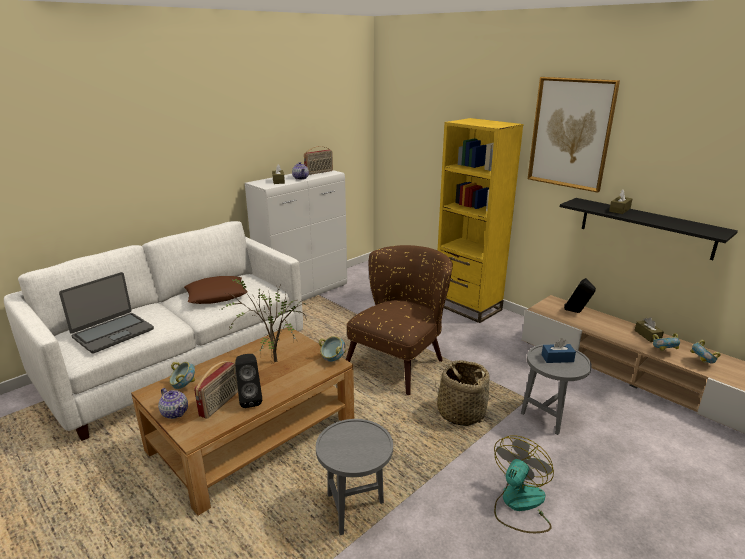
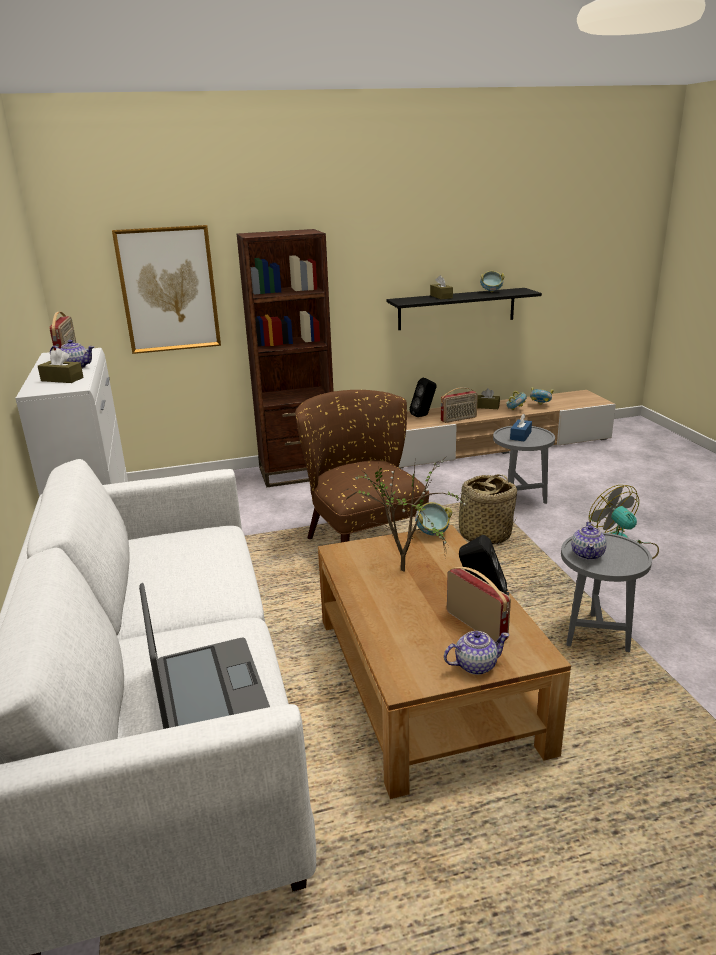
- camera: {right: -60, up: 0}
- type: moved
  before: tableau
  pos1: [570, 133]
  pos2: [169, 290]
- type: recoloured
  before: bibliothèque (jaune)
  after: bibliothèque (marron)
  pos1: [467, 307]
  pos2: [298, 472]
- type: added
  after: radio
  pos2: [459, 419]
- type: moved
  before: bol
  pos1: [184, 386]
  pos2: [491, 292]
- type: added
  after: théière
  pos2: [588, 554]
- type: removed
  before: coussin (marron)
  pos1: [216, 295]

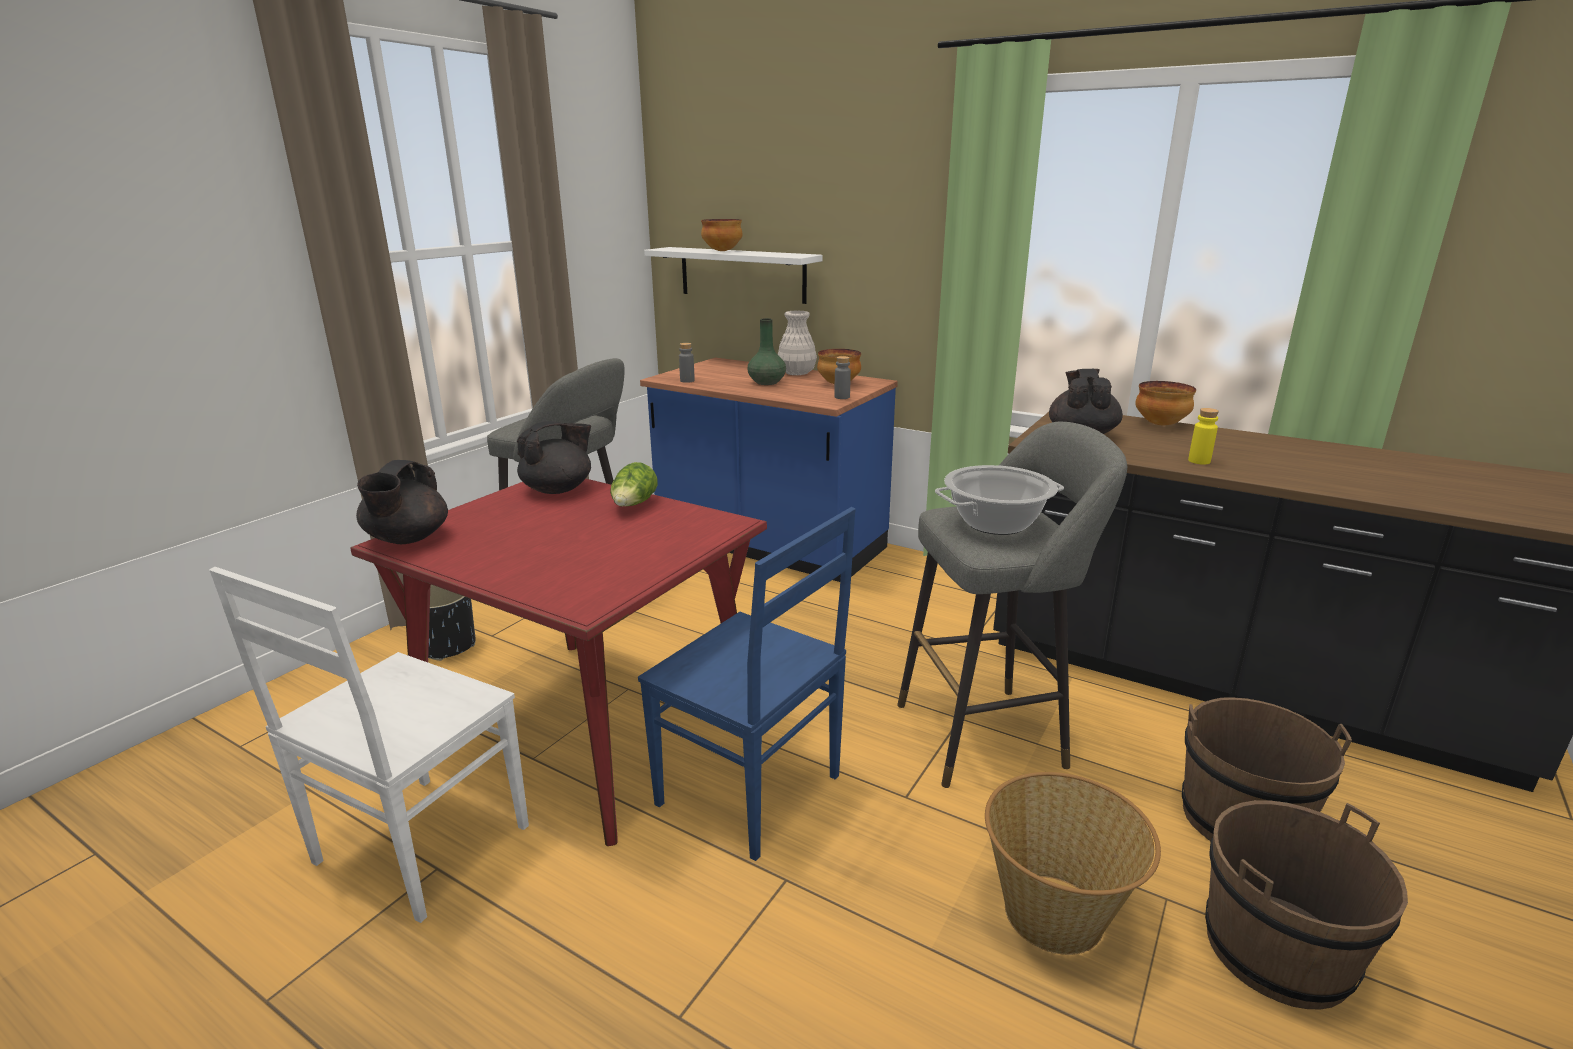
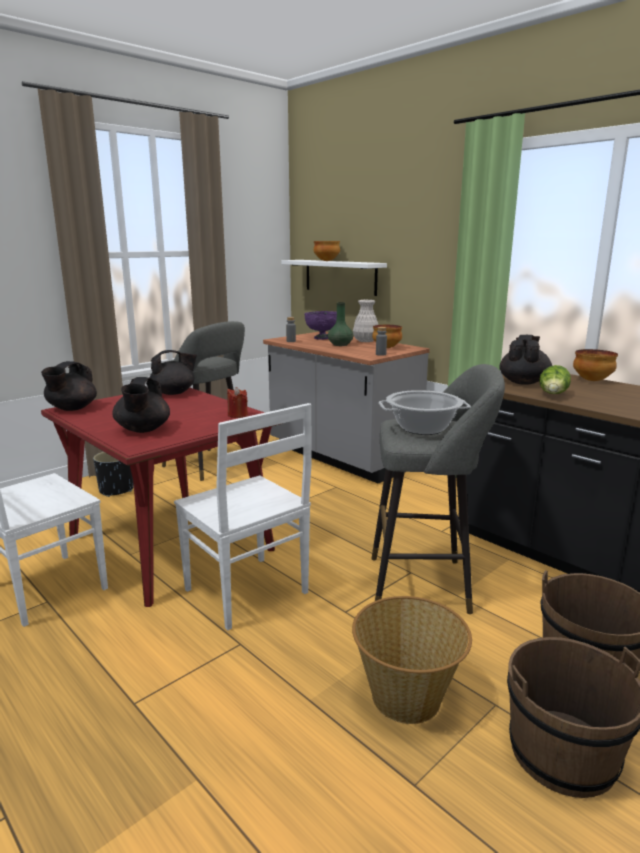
- camera: {right: 15, up: -5}
- type: added
  after: théière (noir)
  pos2: [143, 430]
- type: recoloured
  before: chaise (bleu)
  after: chaise (blanc)
  pos1: [753, 792]
  pos2: [248, 593]
- type: added
  after: bougie (rouge)
  pos2: [237, 415]
- type: recoloured
  before: comptoir de cuisine (bleu)
  after: comptoir de cuisine (gris)
  pos1: [770, 545]
  pos2: [341, 457]
- type: added
  after: bol (violet)
  pos2: [322, 338]
- type: moved
  before: laitue
  pos1: [634, 505]
  pos2: [553, 395]
- type: removed
  before: bouteille (jaune)
  pos1: [1199, 461]

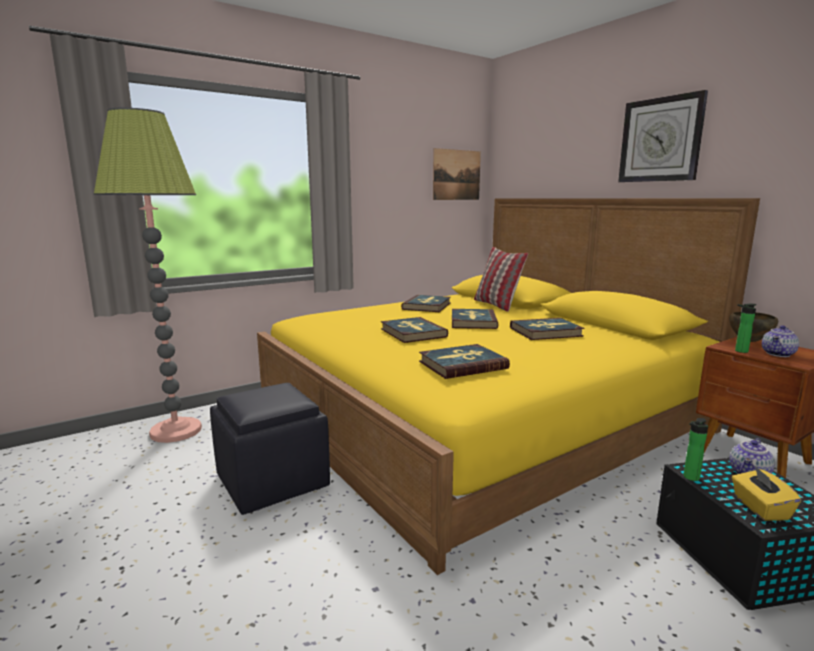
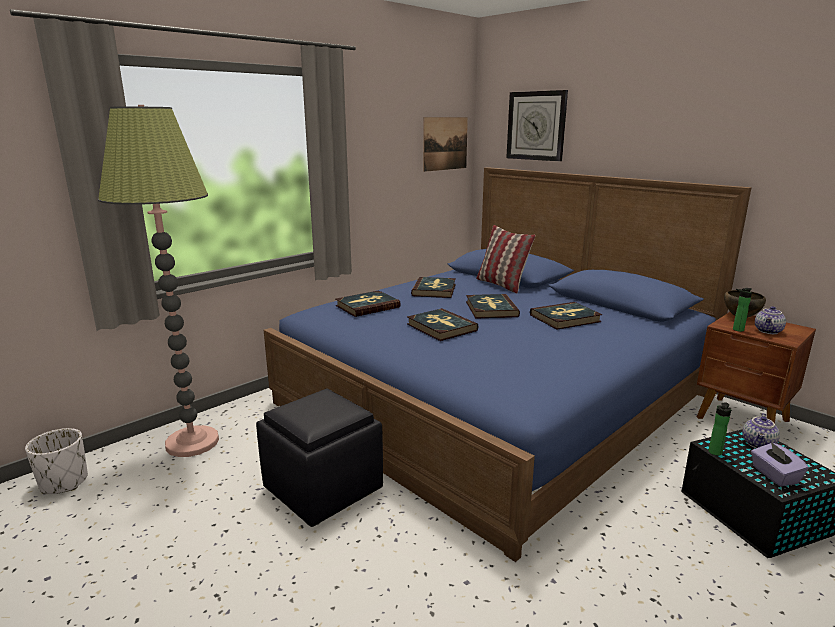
- camera: {right: -10, up: 5}
- type: added
  after: cache-pot (blanc)
  pos2: [64, 482]
- type: recoloured
  before: lit (jaune)
  after: lit (bleu)
  pos1: [478, 416]
  pos2: [494, 398]
- type: moved
  before: livre
  pos1: [462, 365]
  pos2: [367, 306]
- type: moved
  before: horloge murale
  pos1: [660, 140]
  pos2: [536, 126]
- type: recoloured
  before: boîte à mouchoirs (jaune)
  after: boîte à mouchoirs (violet)
  pos1: [760, 508]
  pos2: [774, 475]

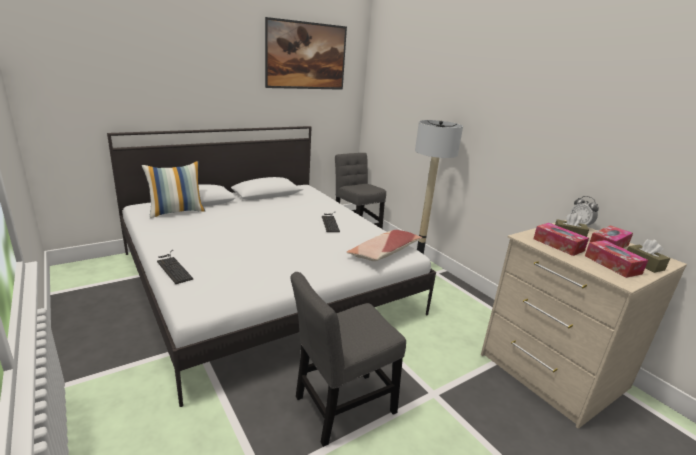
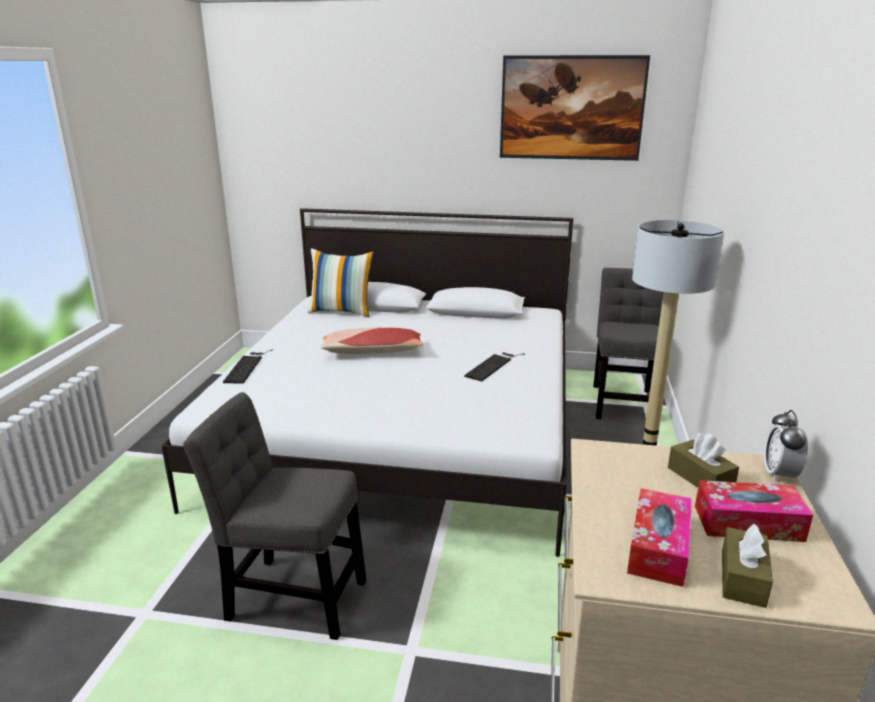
- camera: {right: 45, up: 0}
- type: moved
  before: coussin
  pos1: [384, 253]
  pos2: [372, 352]
- type: removed
  before: boîte à mouchoirs
  pos1: [558, 245]

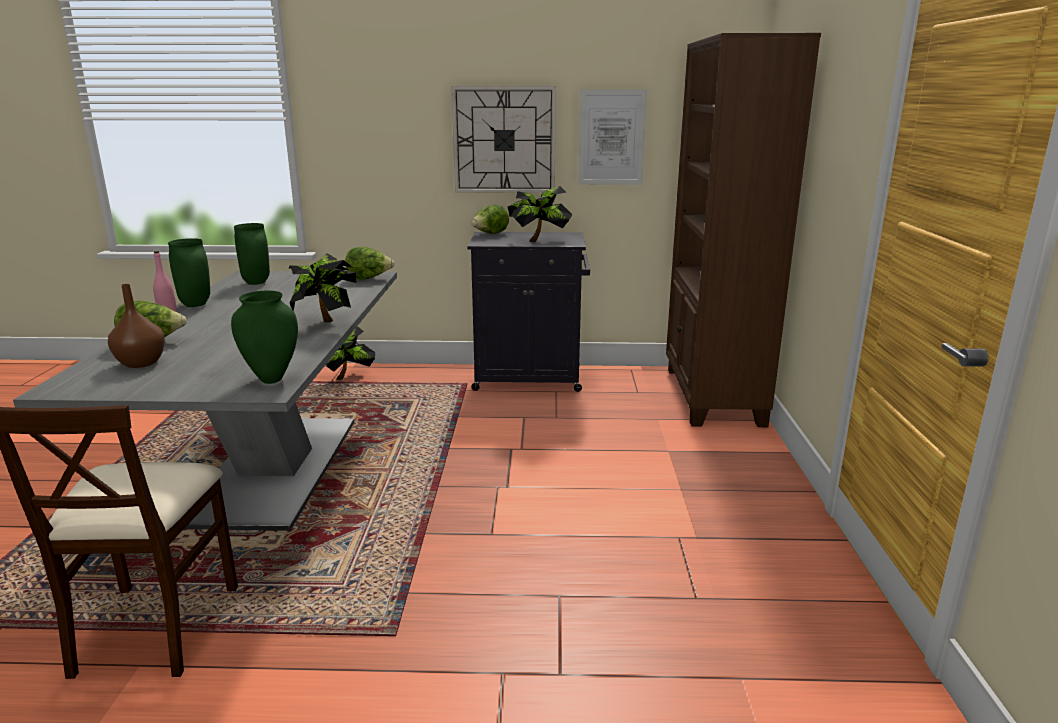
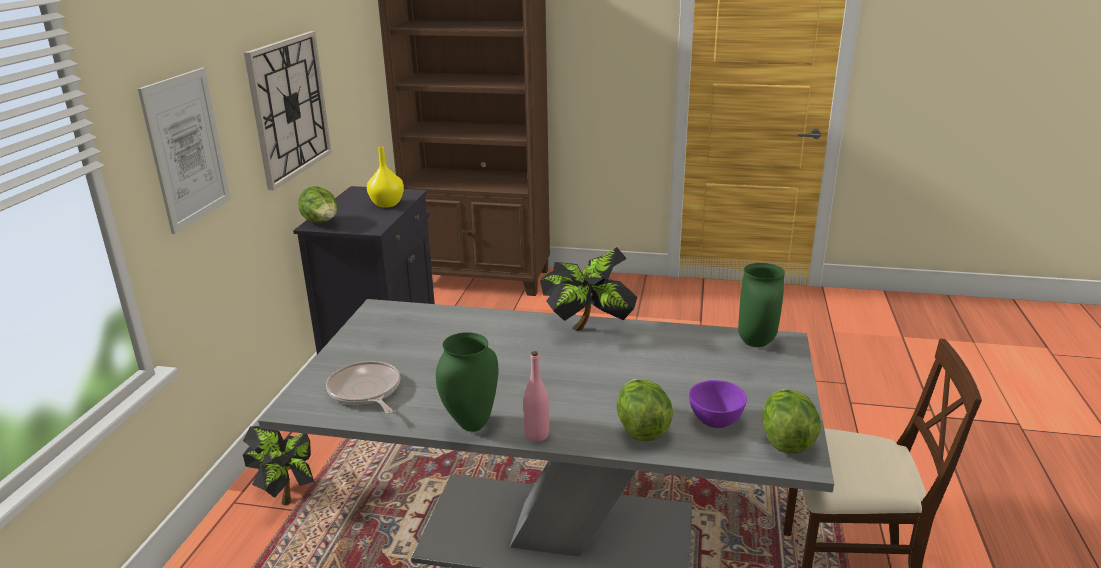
- camera: {right: -80, up: 5}
- type: moved
  before: tableau
  pos1: [611, 138]
  pos2: [187, 149]
- type: replaced
  before: vase (vert)
  after: poêle
  pos1: [255, 283]
  pos2: [365, 391]
- type: replaced
  before: plante en pot
  after: vase (jaune)
  pos1: [540, 241]
  pos2: [387, 204]
- type: replaced
  before: vase (marron)
  after: bol (violet)
  pos1: [142, 363]
  pos2: [715, 420]
- type: moved
  before: laitue
  pos1: [369, 279]
  pos2: [786, 440]

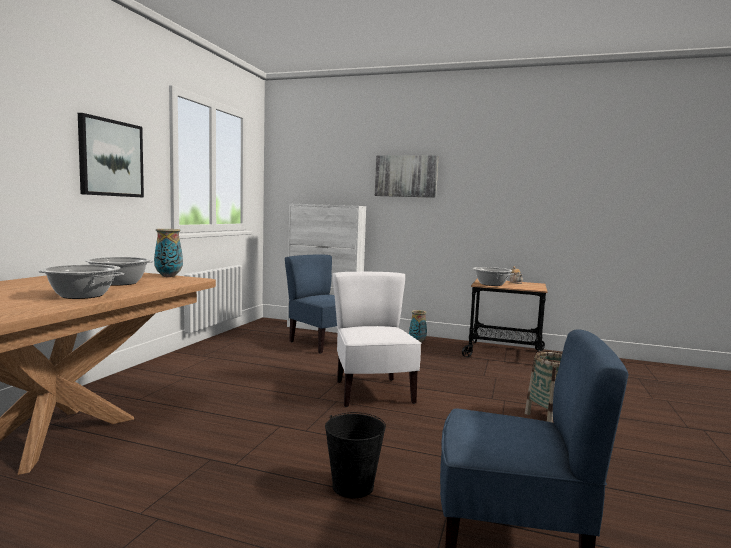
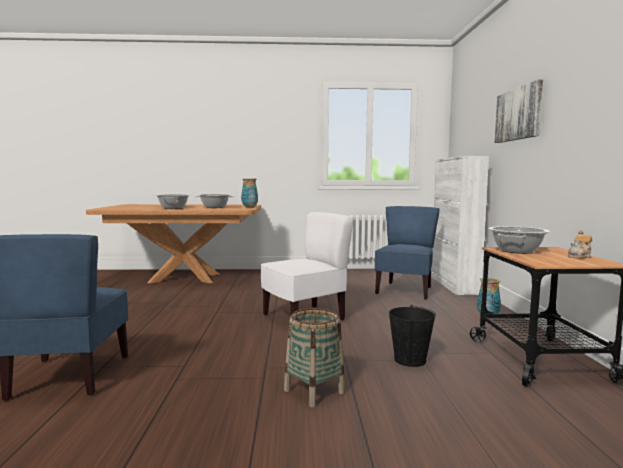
- camera: {right: 70, up: 0}
- type: moved
  before: seau (noir)
  pos1: [353, 486]
  pos2: [409, 360]
- type: removed
  before: tableau
  pos1: [111, 158]

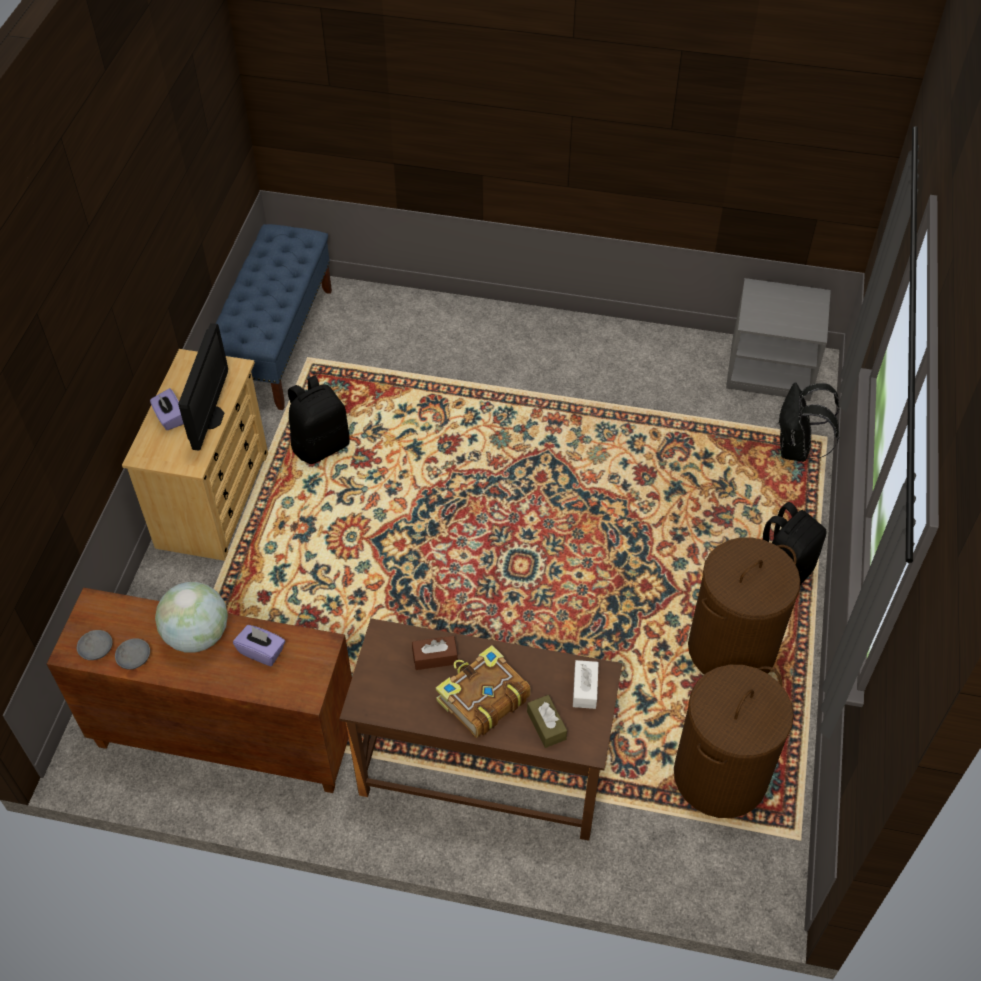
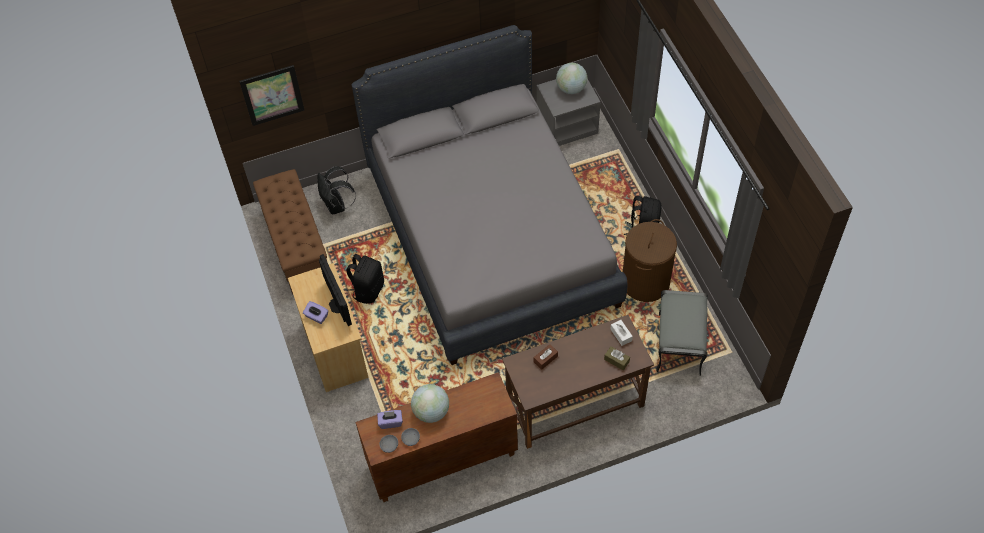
- camera: {right: -30, up: 5}
- type: added
  after: tableau
  pos2: [272, 95]
- type: recoloured
  before: banc (bleu)
  after: banc (marron)
  pos1: [278, 343]
  pos2: [296, 245]
- type: moved
  before: sac à dos (noir)
  pos1: [796, 449]
  pos2: [337, 206]
- type: added
  after: lit (gris)
  pos2: [491, 236]
- type: moved
  before: boîte à mouchoirs (violet)
  pos1: [262, 651]
  pos2: [390, 422]
- type: added
  after: globe
  pos2: [571, 88]
- type: replaced
  before: panier à linge (marron)
  after: pouf (gris)
  pos1: [720, 775]
  pos2: [680, 344]
- type: removed
  before: livre
  pos1: [482, 699]

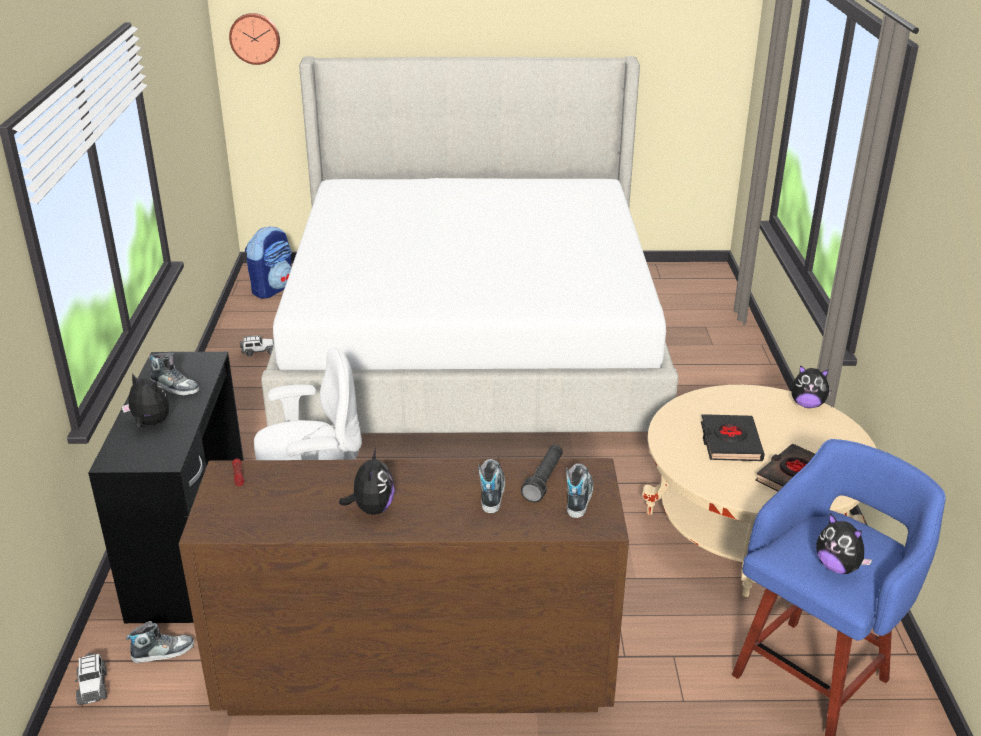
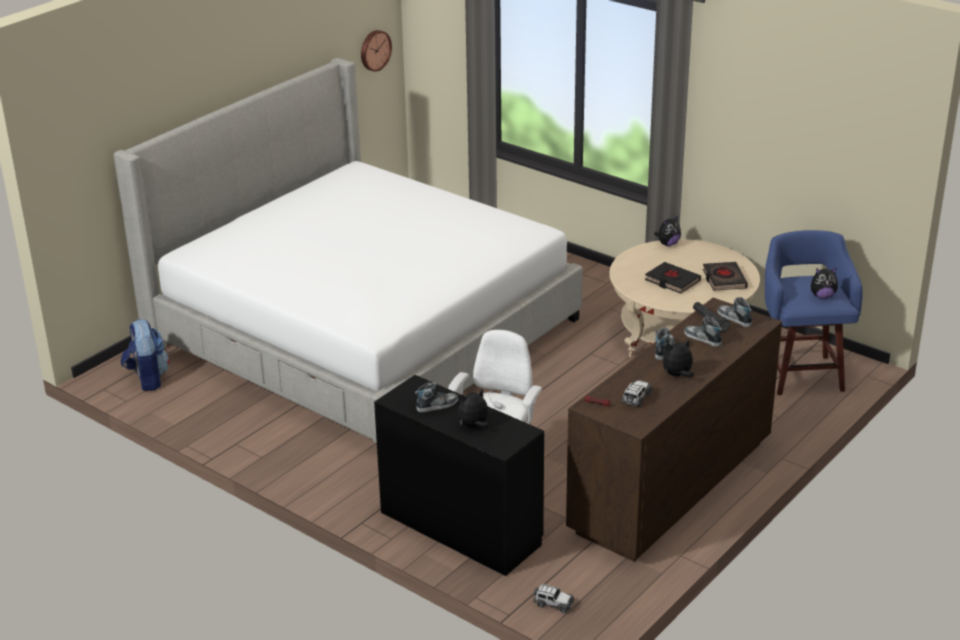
- camera: {right: -50, up: 0}
- type: moved
  before: horloge murale
  pos1: [255, 38]
  pos2: [374, 50]
- type: moved
  before: petite voiture
  pos1: [259, 351]
  pos2: [636, 398]
- type: moved
  before: chaussure
  pos1: [163, 652]
  pos2: [664, 349]
- type: turned
  before: peluche
  pos1: [371, 509]
  pos2: [677, 375]
  turn: -60

